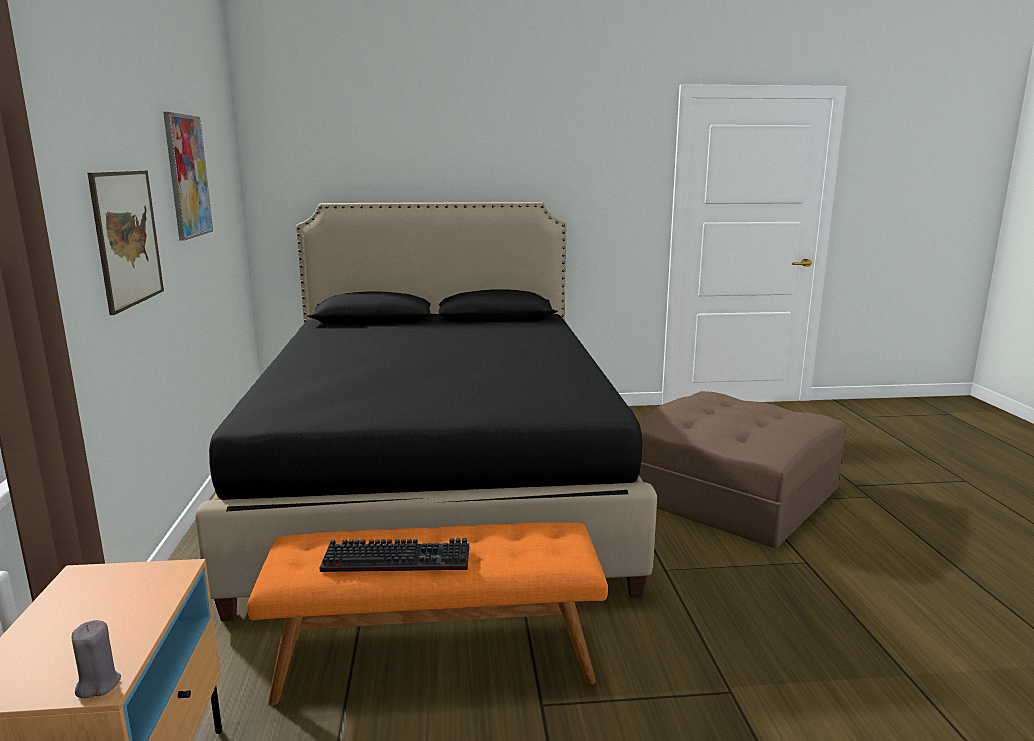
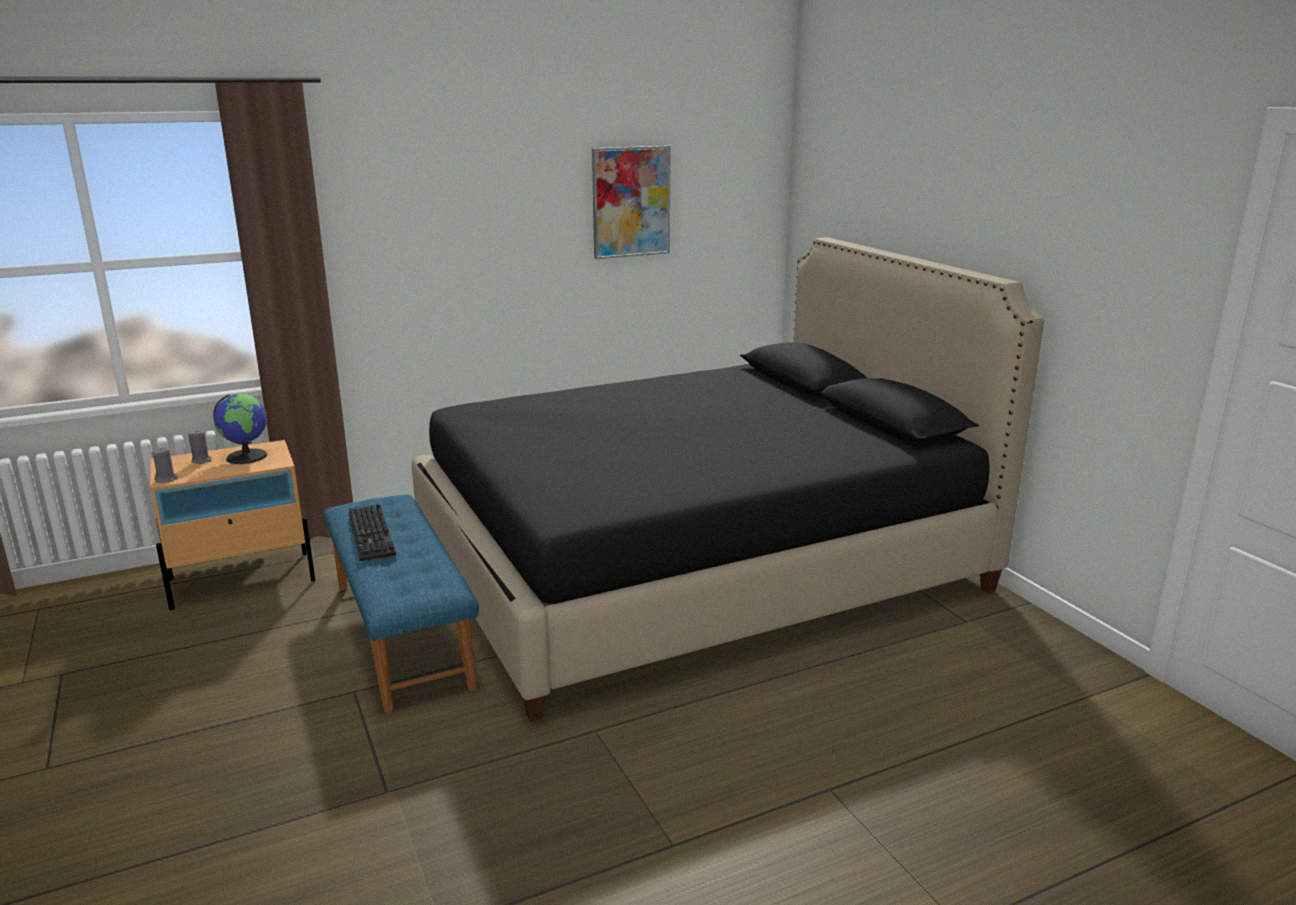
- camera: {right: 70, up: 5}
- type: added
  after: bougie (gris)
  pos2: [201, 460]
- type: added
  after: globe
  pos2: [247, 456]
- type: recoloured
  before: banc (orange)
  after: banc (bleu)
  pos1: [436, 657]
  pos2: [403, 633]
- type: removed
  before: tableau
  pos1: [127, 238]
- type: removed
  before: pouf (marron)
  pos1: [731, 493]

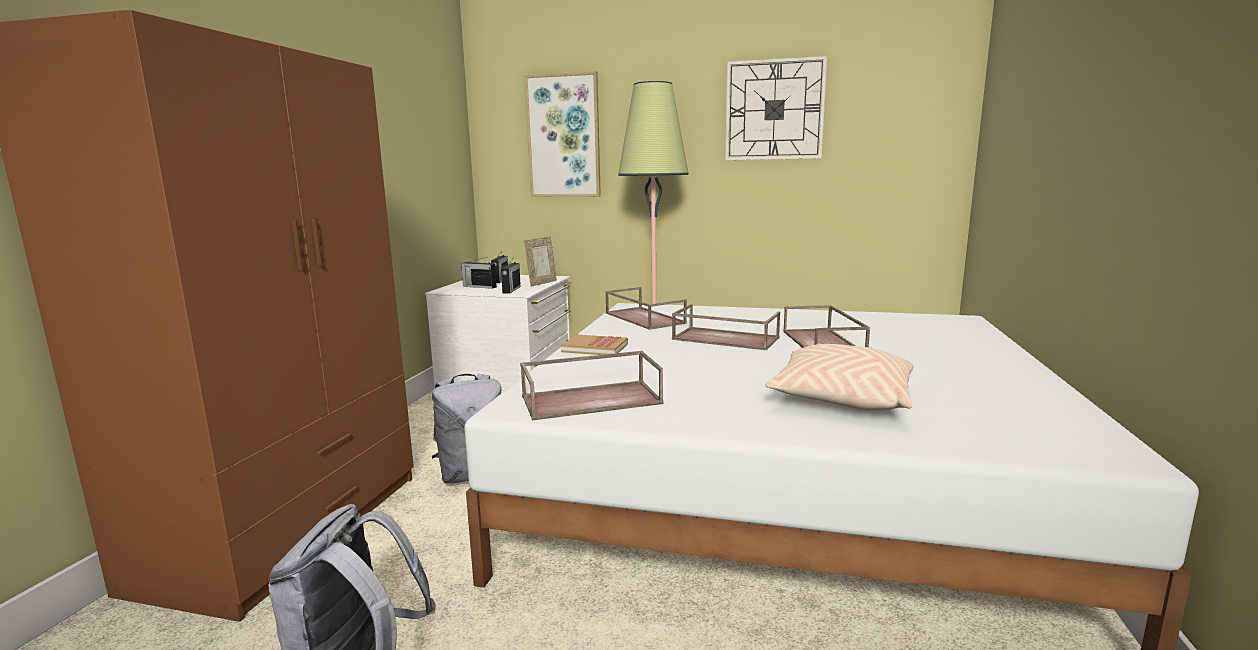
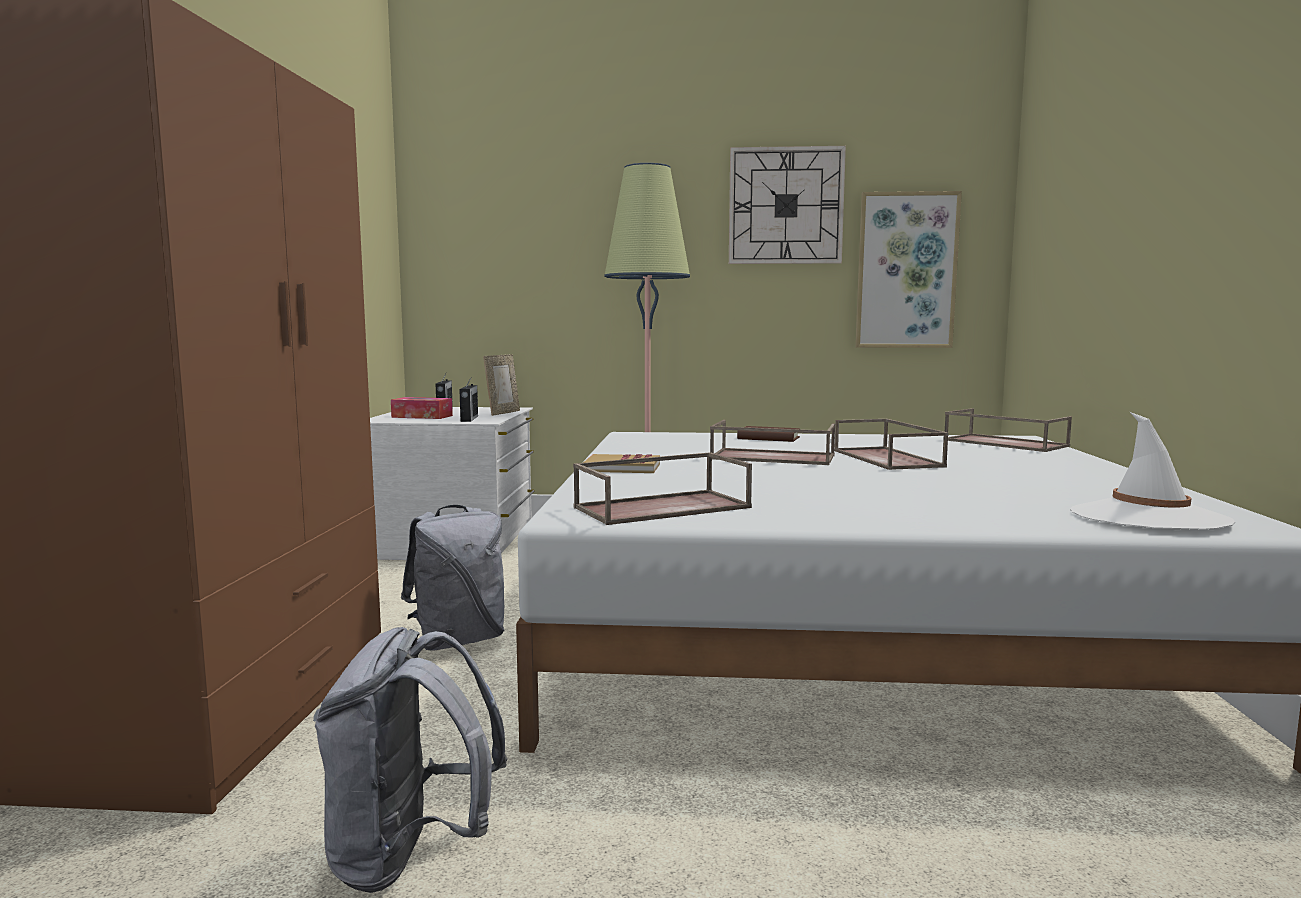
- camera: {right: -10, up: -5}
- type: replaced
  before: radio
  after: boîte à mouchoirs
  pos1: [479, 286]
  pos2: [422, 416]
- type: added
  after: livre (marron)
  pos2: [768, 438]
- type: moved
  before: tableau
  pos1: [563, 136]
  pos2: [906, 271]
- type: moved
  before: plateau (marron)
  pos1: [643, 318]
  pos2: [1003, 443]
- type: added
  after: chapeau (blanc)
  pos2: [1148, 518]
- type: removed
  before: coussin (beige)
  pos1: [841, 399]

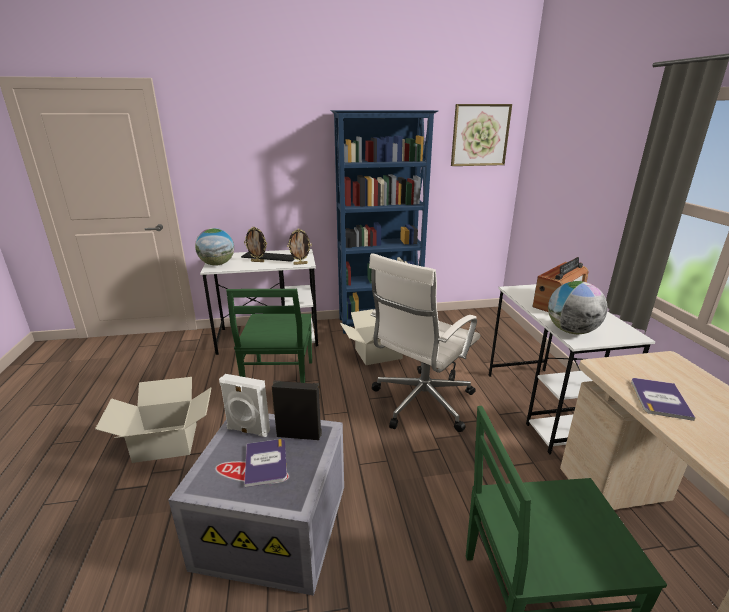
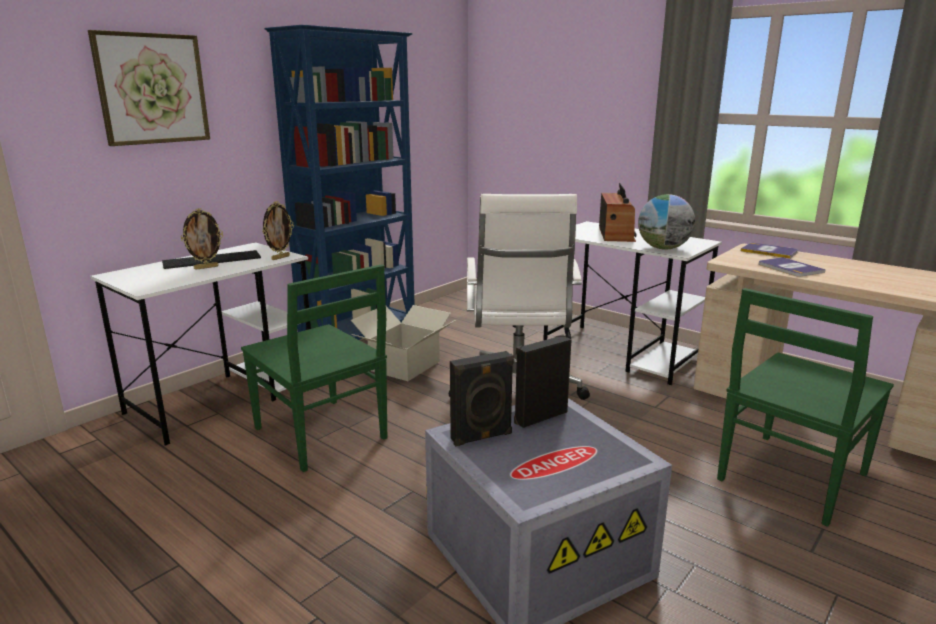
- camera: {right: -40, up: -5}
- type: moved
  before: tableau
  pos1: [480, 135]
  pos2: [152, 89]
- type: recoloured
  before: enceinte (blanc)
  after: enceinte (noir)
  pos1: [247, 430]
  pos2: [482, 437]
- type: moved
  before: livre
  pos1: [266, 462]
  pos2: [769, 251]
- type: removed
  before: carton
  pos1: [166, 442]
- type: removed
  before: globe
  pos1: [217, 264]

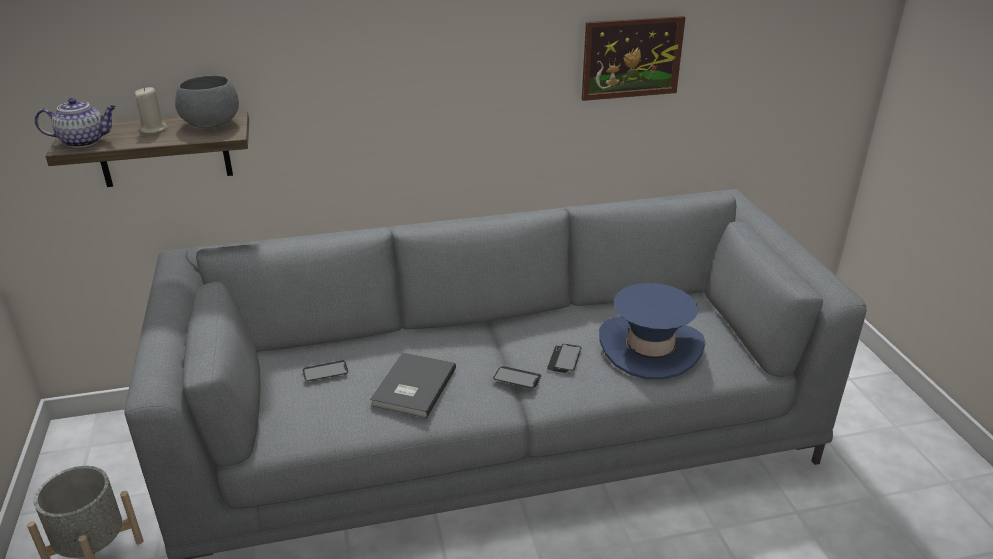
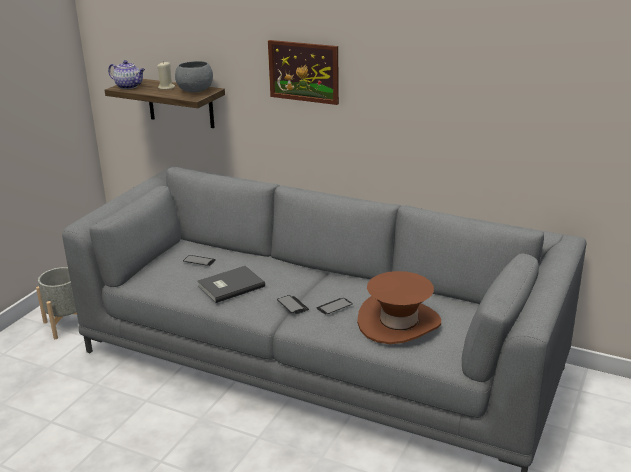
- camera: {right: 40, up: -5}
- type: moved
  before: tableau
  pos1: [631, 58]
  pos2: [303, 71]
- type: recoloured
  before: chapeau (bleu)
  after: chapeau (marron)
  pos1: [650, 347]
  pos2: [399, 323]

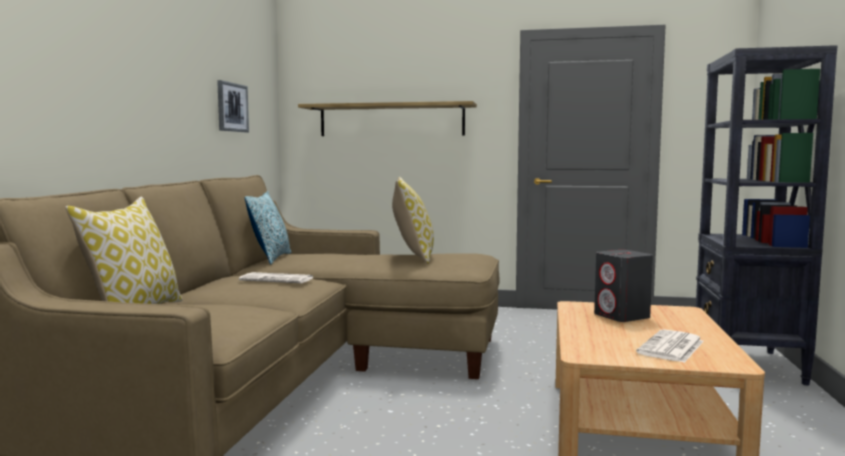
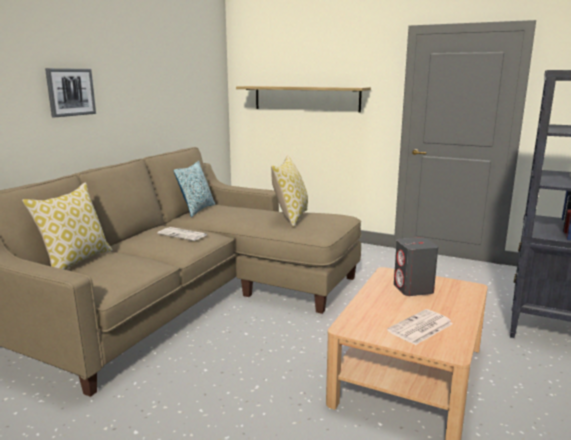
- camera: {right: 15, up: 10}
- type: moved
  before: tableau
  pos1: [232, 107]
  pos2: [70, 92]

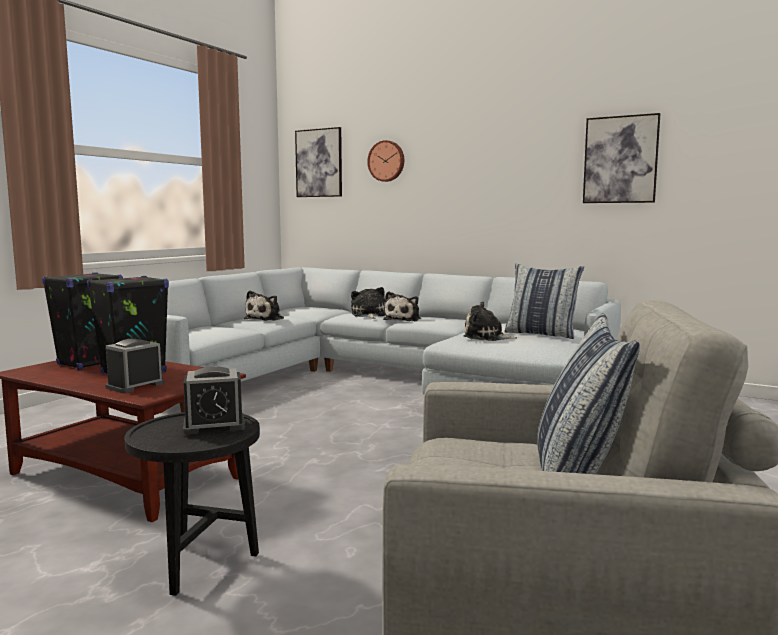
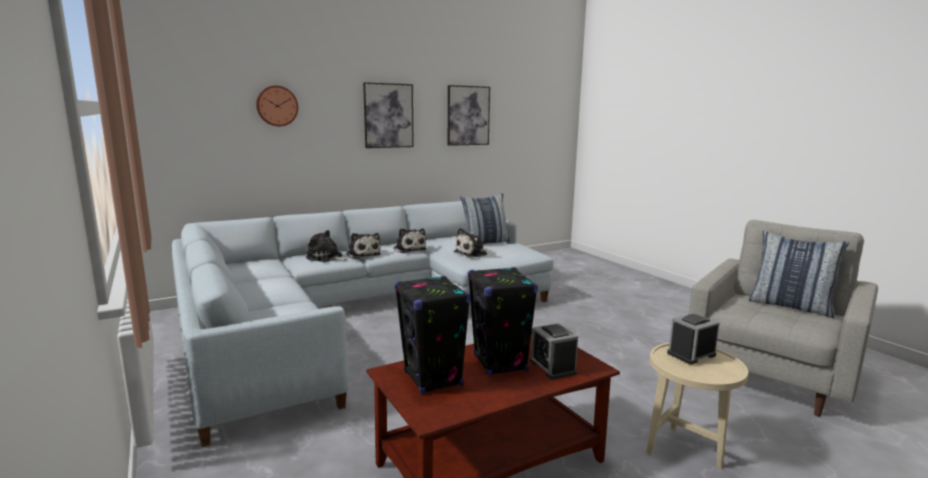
- camera: {right: -60, up: 5}
- type: moved
  before: tableau
  pos1: [319, 163]
  pos2: [388, 115]
- type: moved
  before: peluche
  pos1: [266, 319]
  pos2: [409, 249]
- type: recoloured
  before: table d'appoint (noir)
  after: table d'appoint (beige)
  pos1: [200, 567]
  pos2: [685, 451]
- type: turned
  before: réveil
  pos1: [214, 425]
  pos2: [691, 354]
  turn: -135

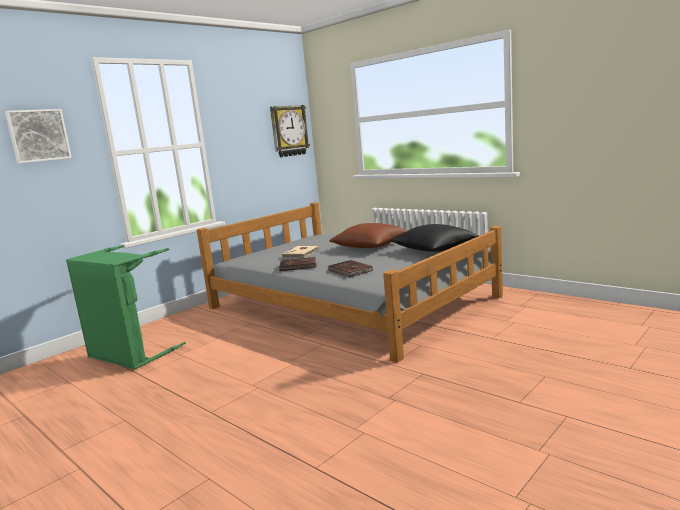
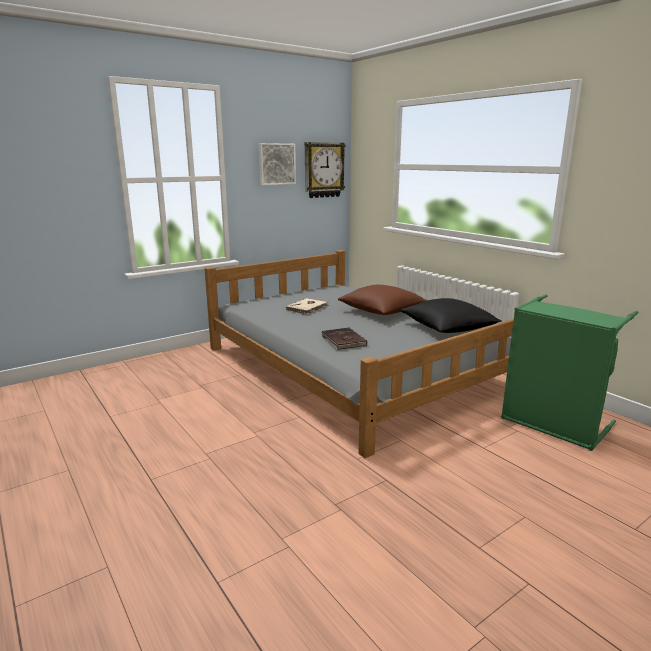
- camera: {right: 10, up: 5}
- type: moved
  before: tableau
  pos1: [38, 135]
  pos2: [276, 164]
- type: moved
  before: panier à linge (vert)
  pos1: [129, 355]
  pos2: [553, 425]
- type: removed
  before: livre (marron)
  pos1: [298, 266]

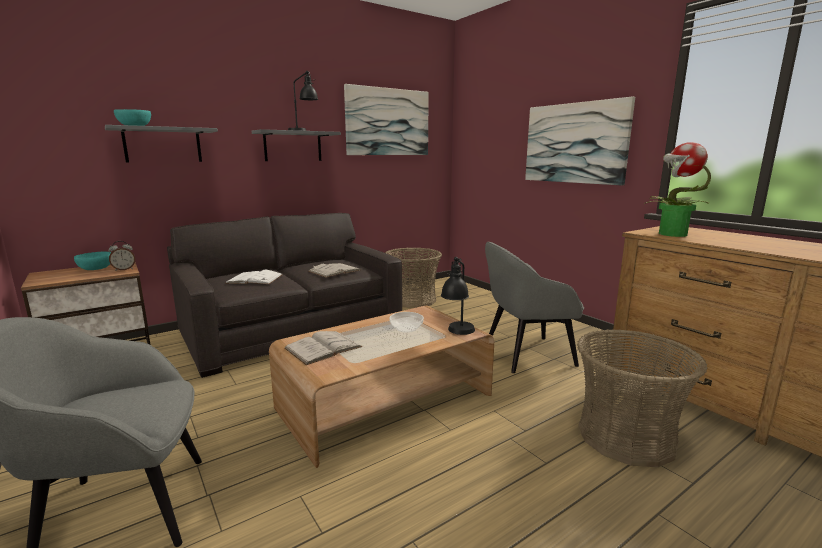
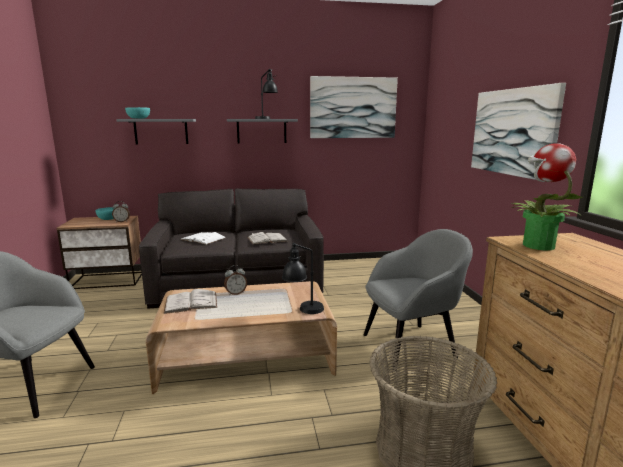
- camera: {right: 25, up: 0}
- type: added
  after: réveil
  pos2: [235, 293]
- type: turned
  before: fauteuil (gris)
  pos1: [526, 354]
  pos2: [410, 345]
  turn: 150
- type: removed
  before: panier
  pos1: [413, 300]
- type: removed
  before: bol
  pos1: [406, 329]

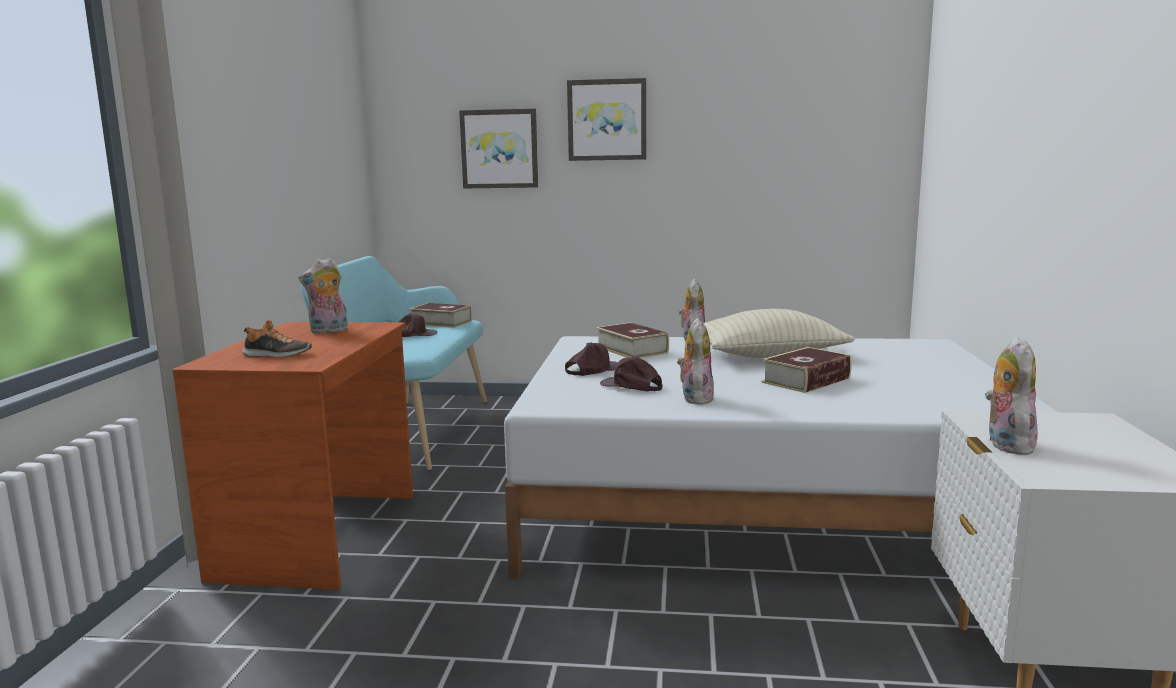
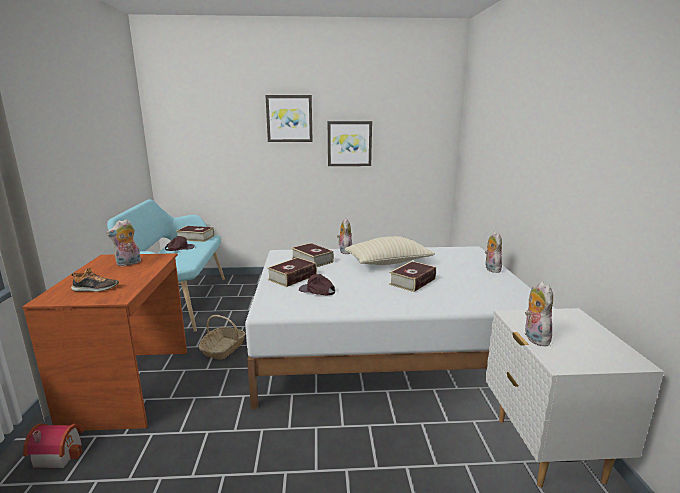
- camera: {right: -10, up: 5}
- type: added
  after: maison miniature
  pos2: [59, 453]
- type: added
  after: panier
  pos2: [223, 348]
- type: replaced
  before: casquette (marron)
  after: livre
  pos1: [593, 369]
  pos2: [292, 277]
- type: moved
  before: tableau
  pos1: [499, 149]
  pos2: [349, 143]
- type: moved
  before: peluche
  pos1: [695, 398]
  pos2: [491, 269]

